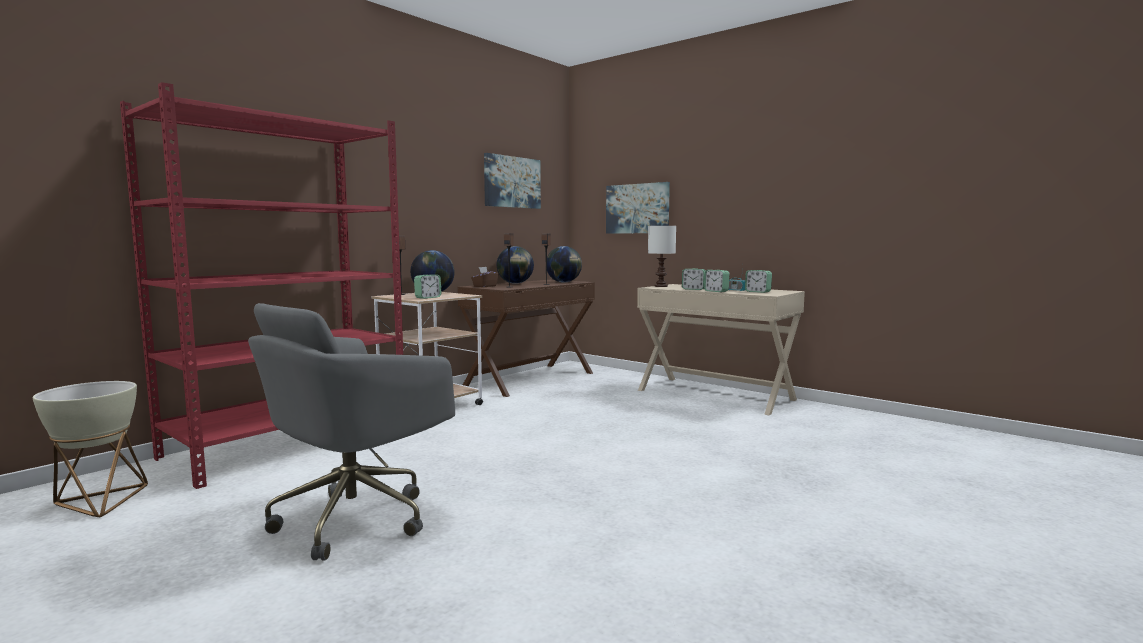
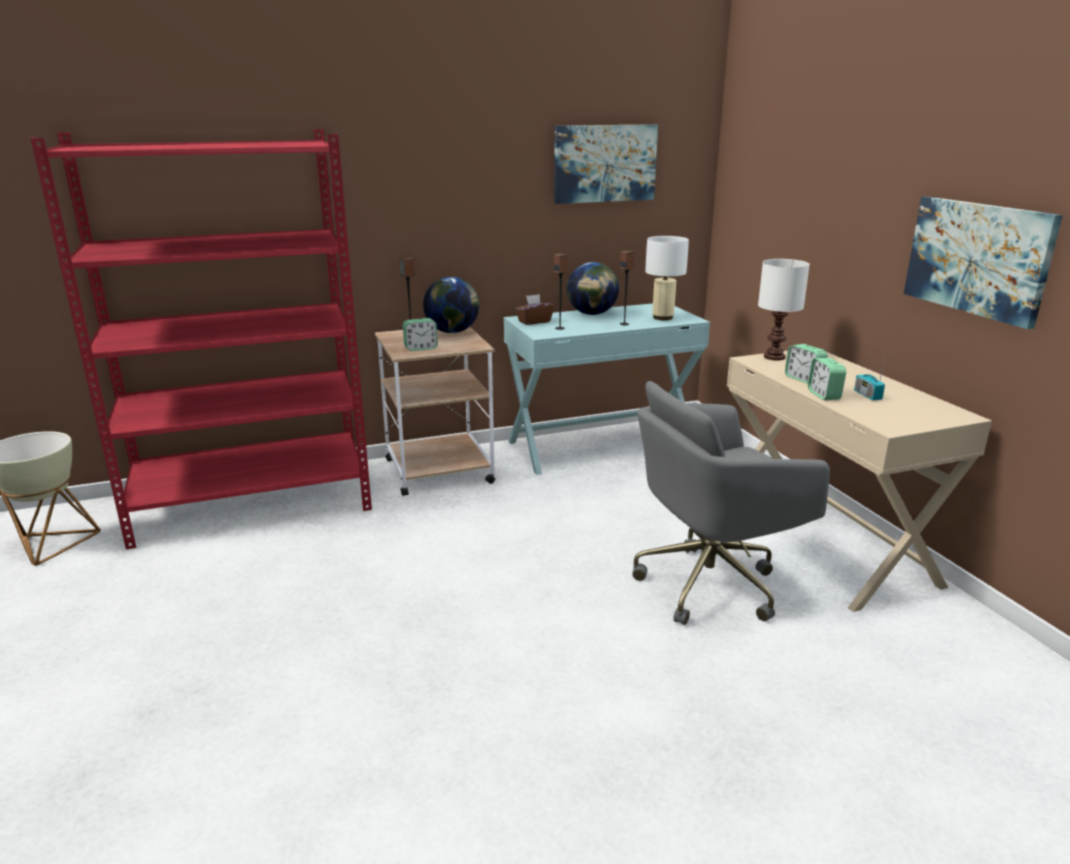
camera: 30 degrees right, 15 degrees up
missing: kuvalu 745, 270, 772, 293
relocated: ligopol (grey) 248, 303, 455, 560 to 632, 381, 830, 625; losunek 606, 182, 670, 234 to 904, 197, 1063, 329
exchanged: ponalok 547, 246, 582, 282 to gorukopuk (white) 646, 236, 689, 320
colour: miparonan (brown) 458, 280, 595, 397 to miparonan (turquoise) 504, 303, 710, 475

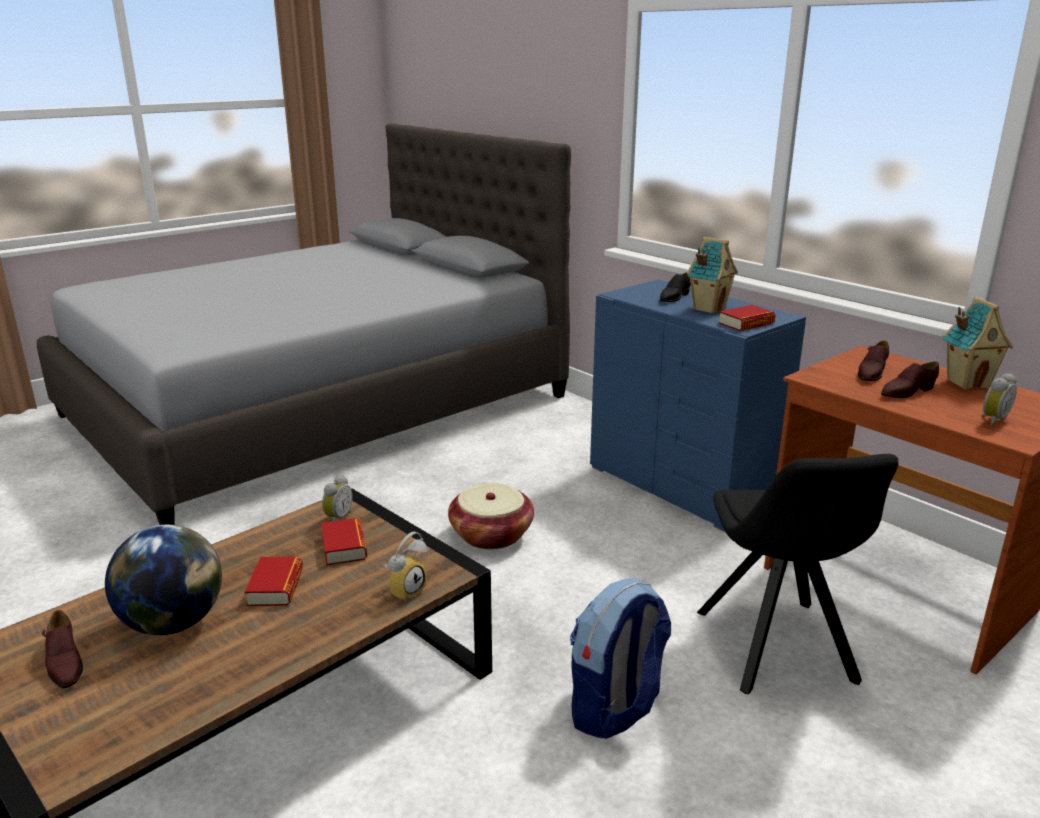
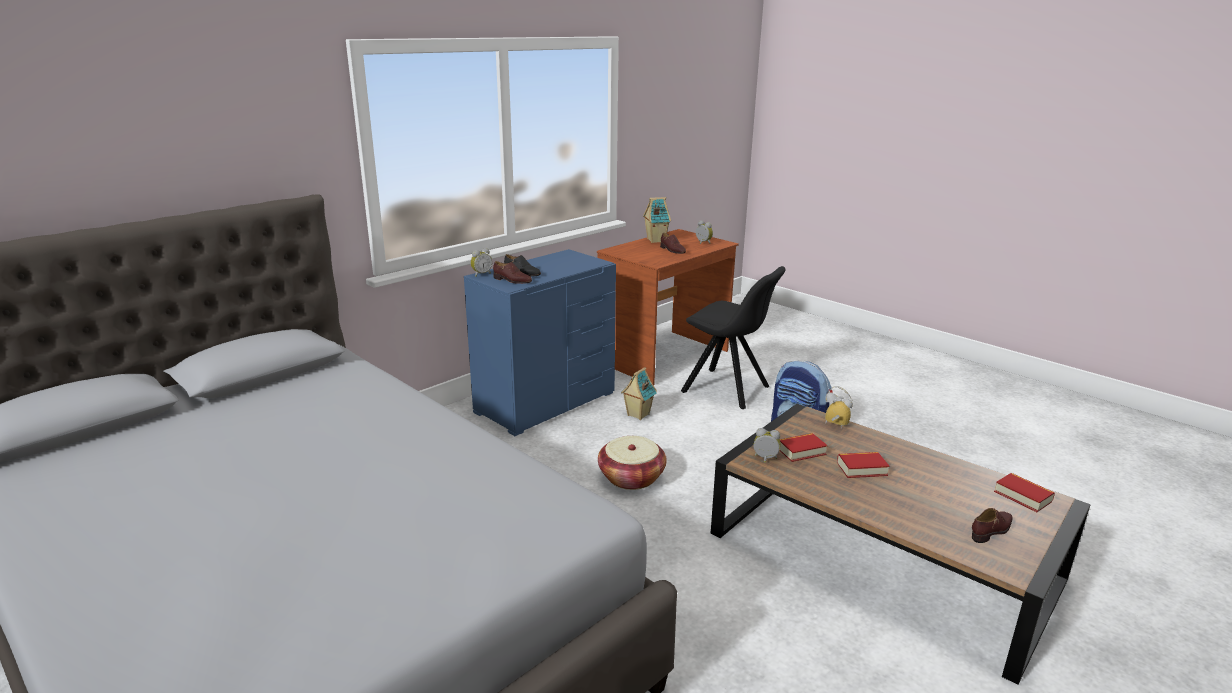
camera: 95 degrees left, 0 degrees up
missing: ponalok 105, 525, 222, 635
appeared: kuvalu 471, 248, 492, 277
relocated: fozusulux 687, 237, 738, 314 to 621, 367, 657, 420; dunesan 718, 305, 776, 331 to 994, 473, 1055, 512; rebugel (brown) 858, 341, 889, 381 to 493, 261, 532, 284
spun: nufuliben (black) 697, 454, 899, 694 = 681, 266, 786, 409 45 degrees clockwise

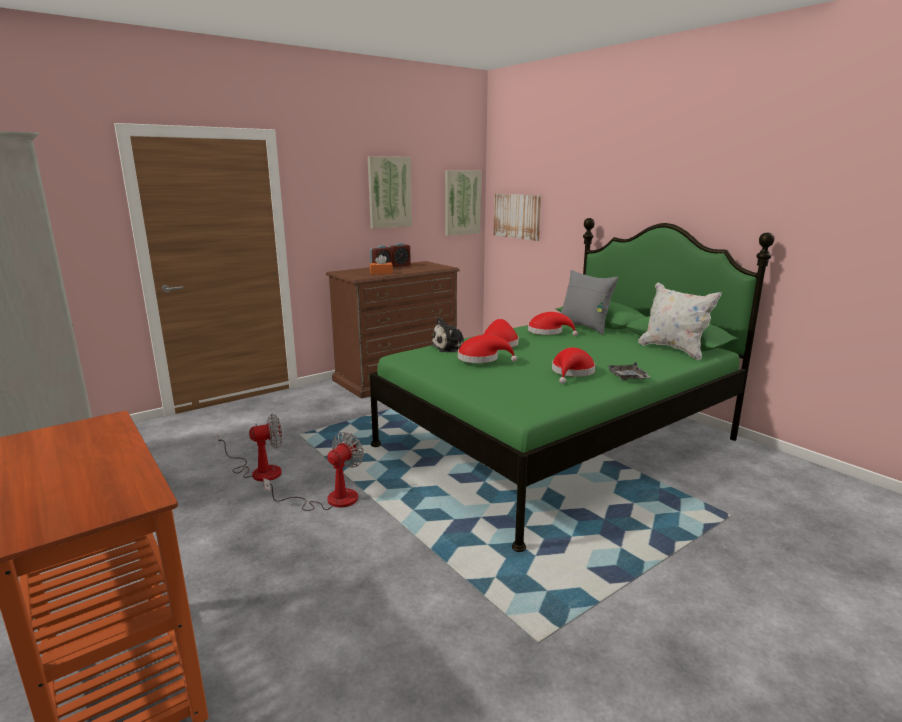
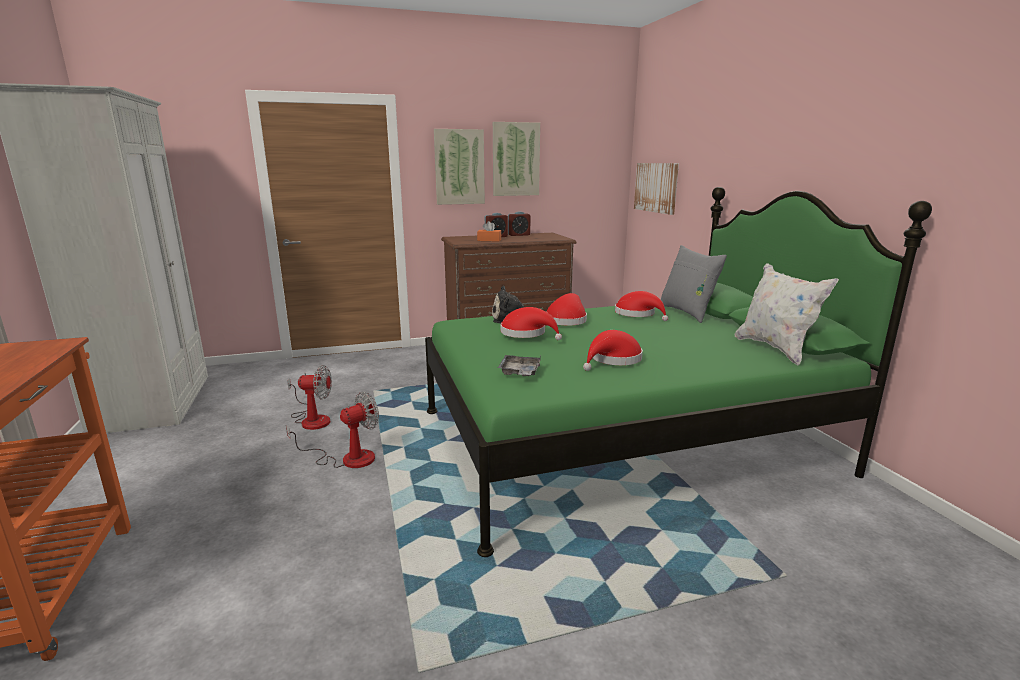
camera: 20 degrees right, 0 degrees up
relocated: losunek 445, 170, 481, 236 to 434, 129, 485, 205; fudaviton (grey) 608, 362, 650, 380 to 498, 355, 541, 376

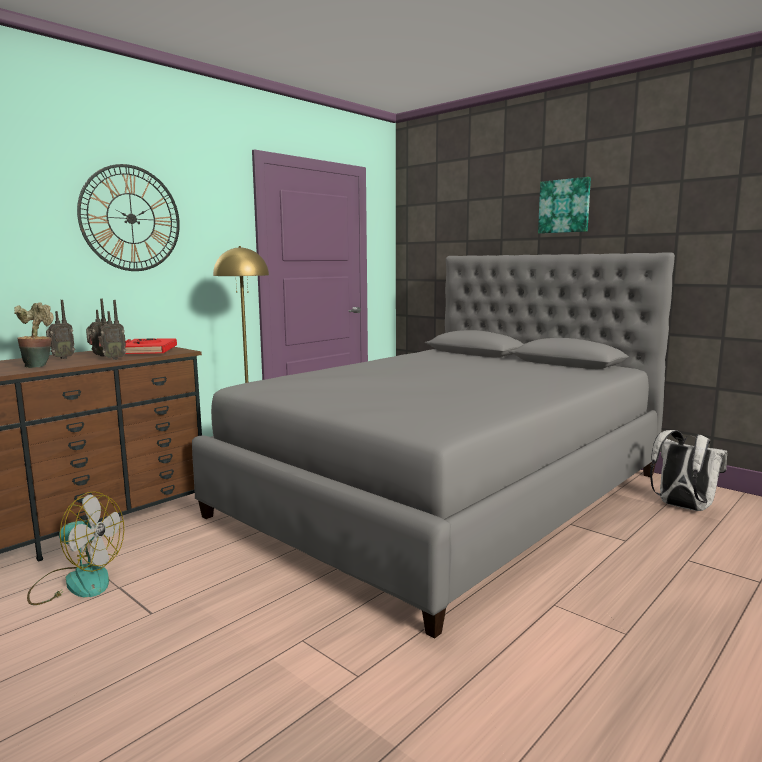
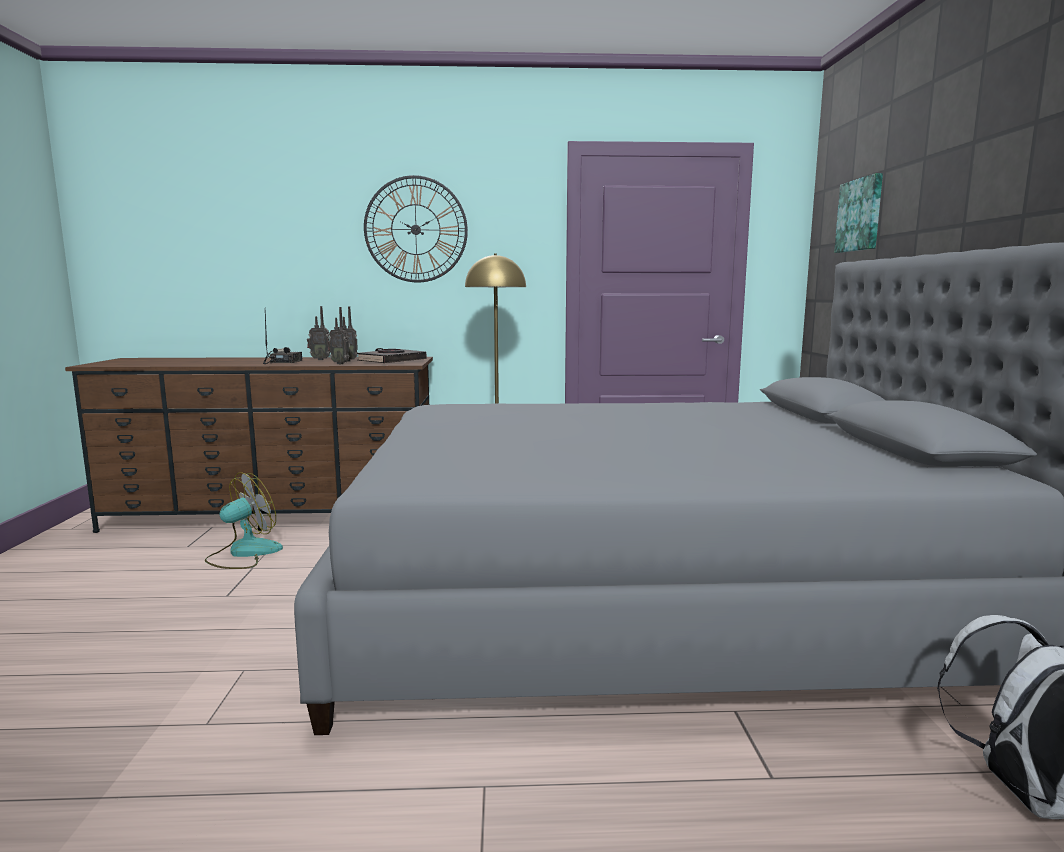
camera: 45 degrees right, 0 degrees up
relocated: losunek 538, 177, 591, 234 to 834, 173, 883, 253
exchanged: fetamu 14, 302, 54, 368 to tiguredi 263, 312, 302, 364
colour: dunesan (red) 125, 339, 177, 354 to dunesan (black) 357, 348, 427, 363
spun: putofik 27, 491, 124, 605 = 205, 472, 283, 569 105 degrees counterclockwise

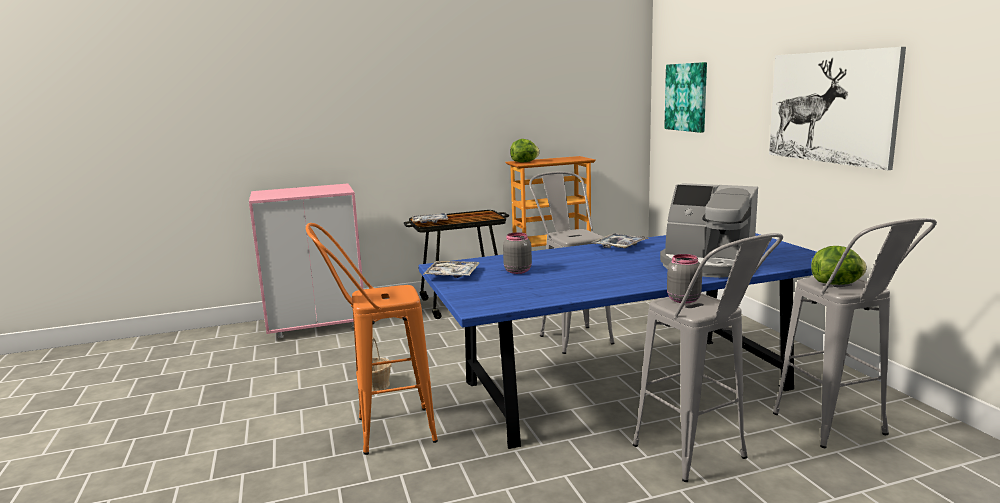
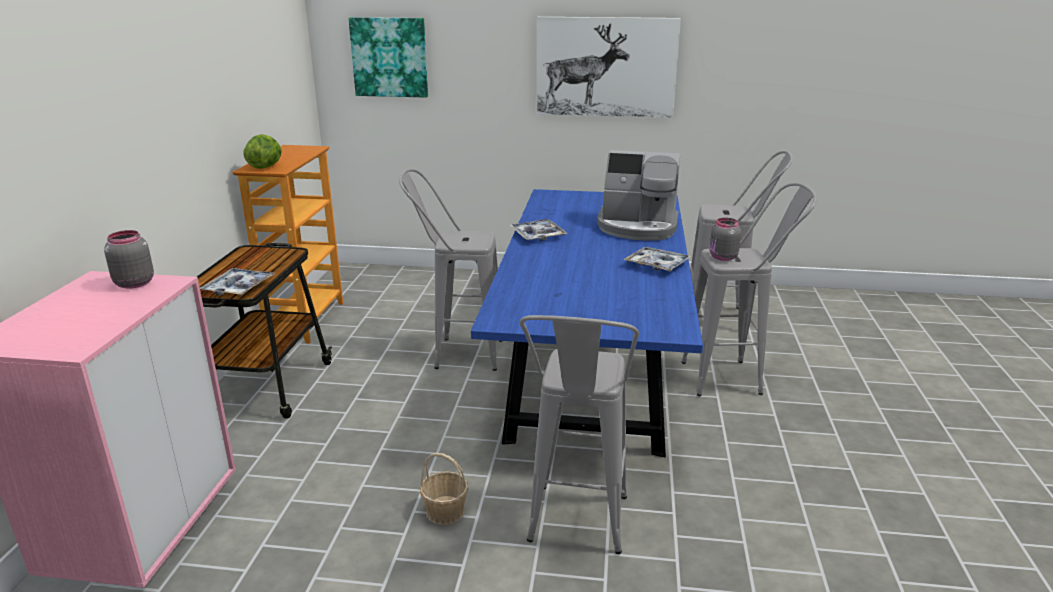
camera: 65 degrees left, 10 degrees up
missing: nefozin 811, 246, 867, 285
relocated: fudaviton 423, 261, 479, 278 to 623, 247, 692, 272; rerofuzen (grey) 503, 232, 532, 274 to 104, 230, 154, 289
colour: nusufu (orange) 306, 223, 438, 455 to nusufu (grey) 520, 315, 639, 554
spun: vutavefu 660, 183, 758, 278 = 597, 150, 680, 241 45 degrees clockwise

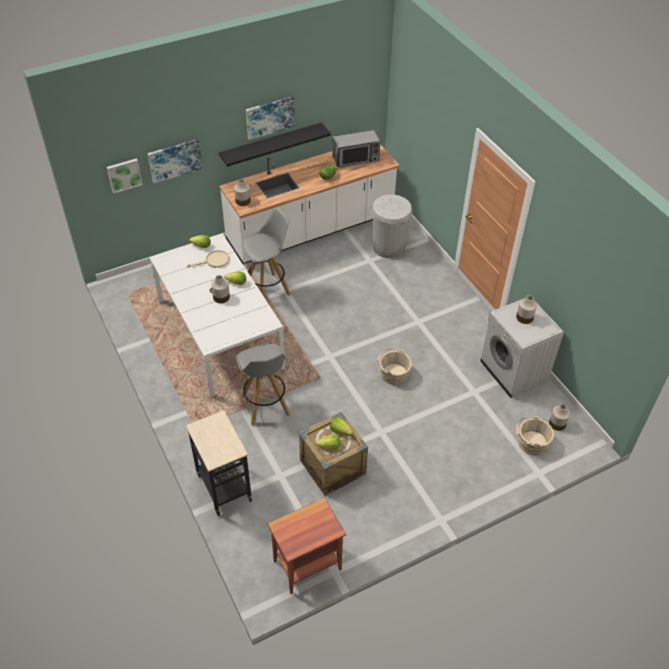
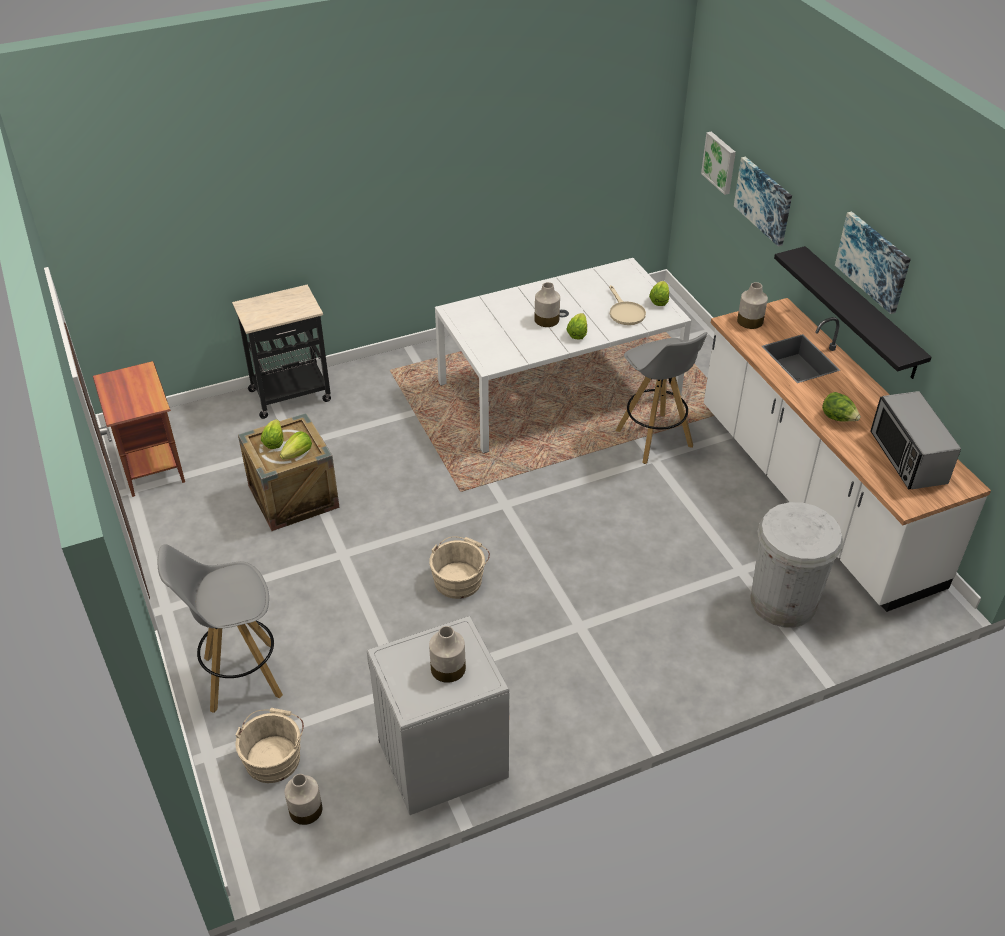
camera: 95 degrees right, 5 degrees down
relocated: nusufu (grey) 236, 344, 290, 426 to 158, 544, 283, 713

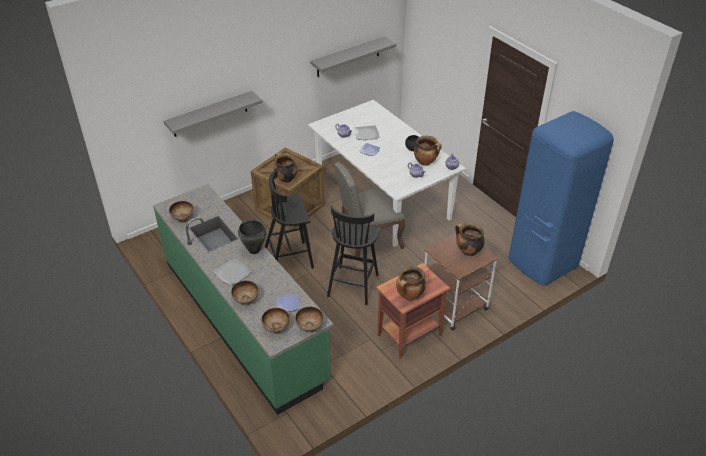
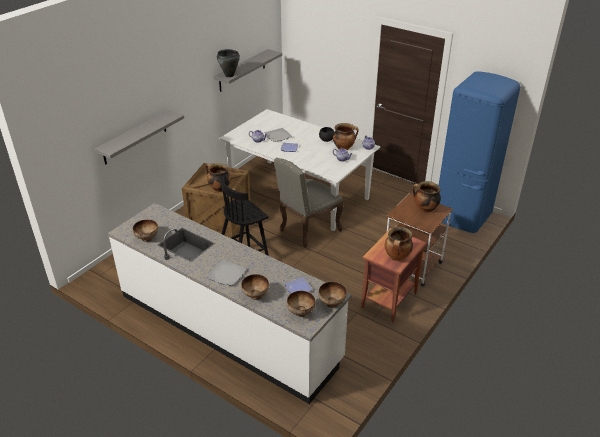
camera: 20 degrees left, 5 degrees down
missing: nusufu (black) 327, 205, 381, 305
relocated: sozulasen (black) 238, 220, 267, 254 to 217, 49, 240, 77
colour: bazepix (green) 153, 184, 334, 415 to bazepix (white) 108, 203, 352, 404

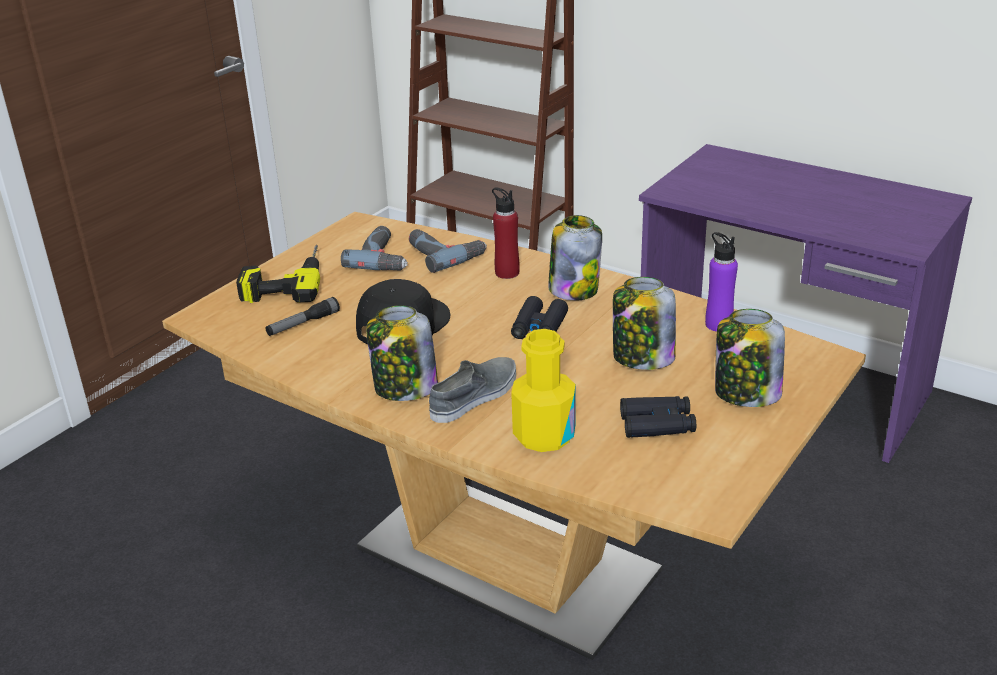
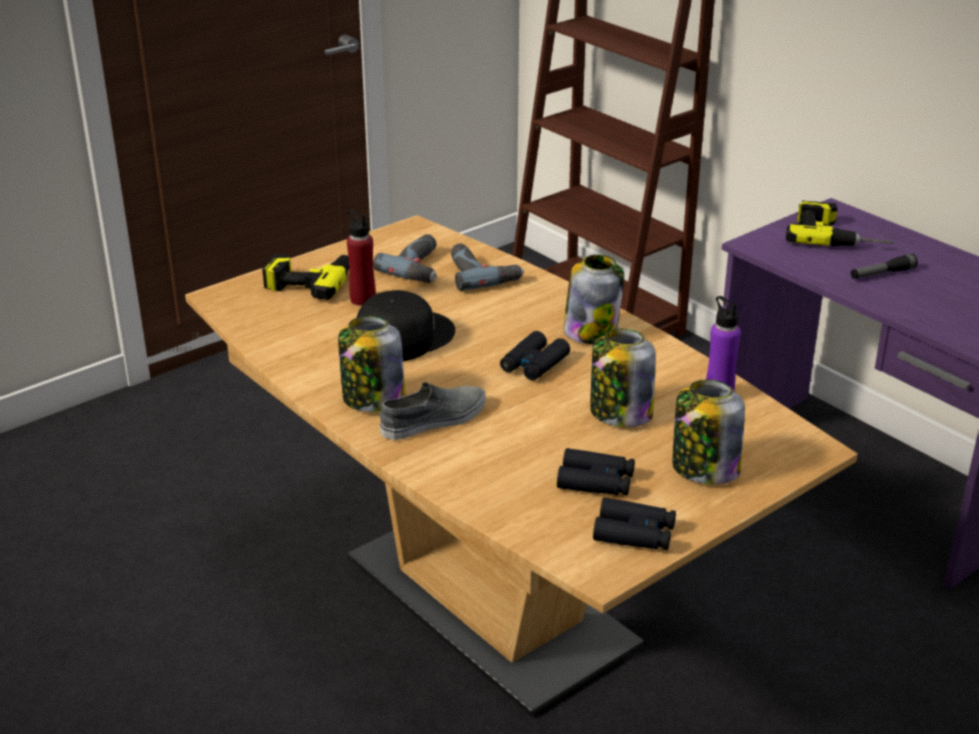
camera: 15 degrees right, 0 degrees up
missing: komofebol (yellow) 511, 329, 576, 452
appeared: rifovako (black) 593, 497, 676, 550; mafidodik 786, 201, 894, 246
relocated: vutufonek 266, 297, 340, 336 to 851, 254, 918, 279; komofebol (red) 492, 188, 520, 279 to 347, 210, 376, 306

